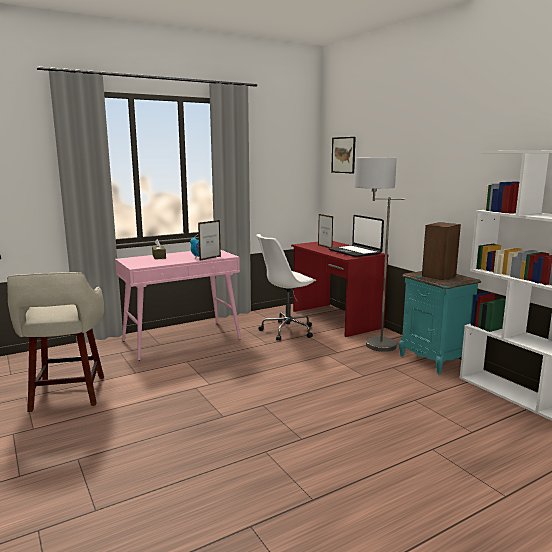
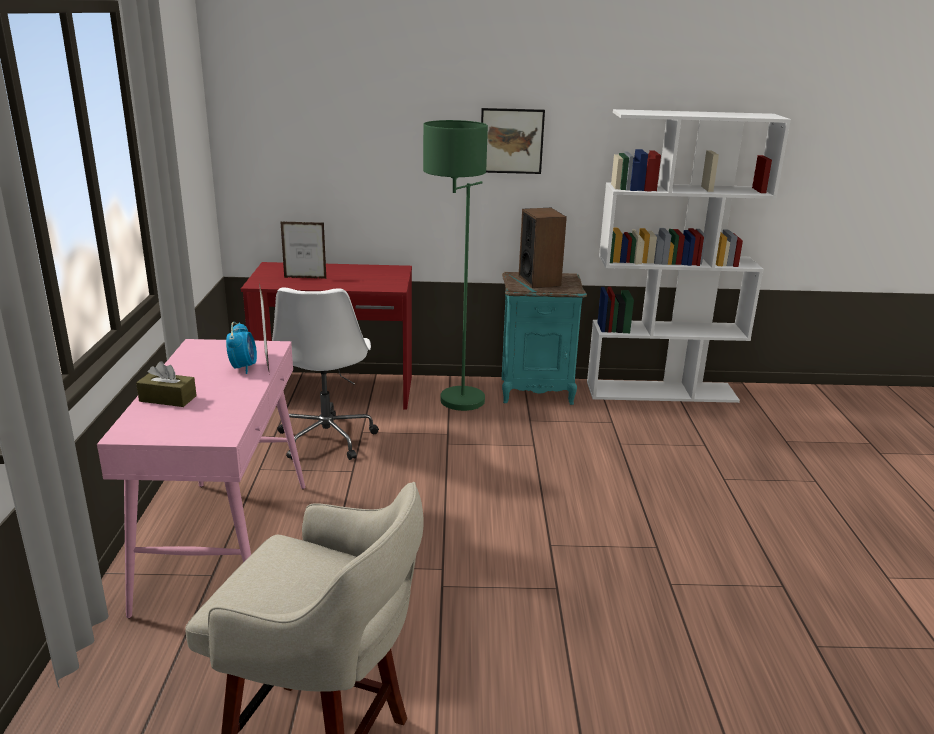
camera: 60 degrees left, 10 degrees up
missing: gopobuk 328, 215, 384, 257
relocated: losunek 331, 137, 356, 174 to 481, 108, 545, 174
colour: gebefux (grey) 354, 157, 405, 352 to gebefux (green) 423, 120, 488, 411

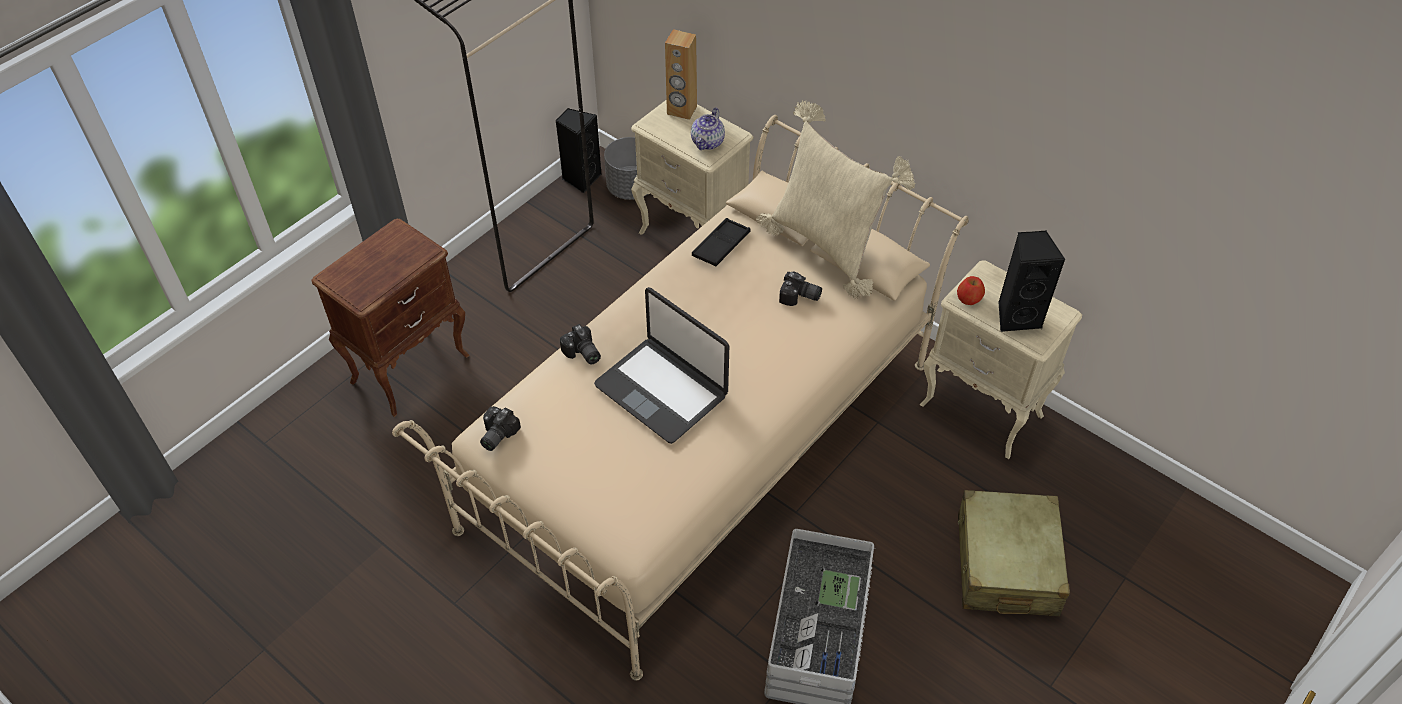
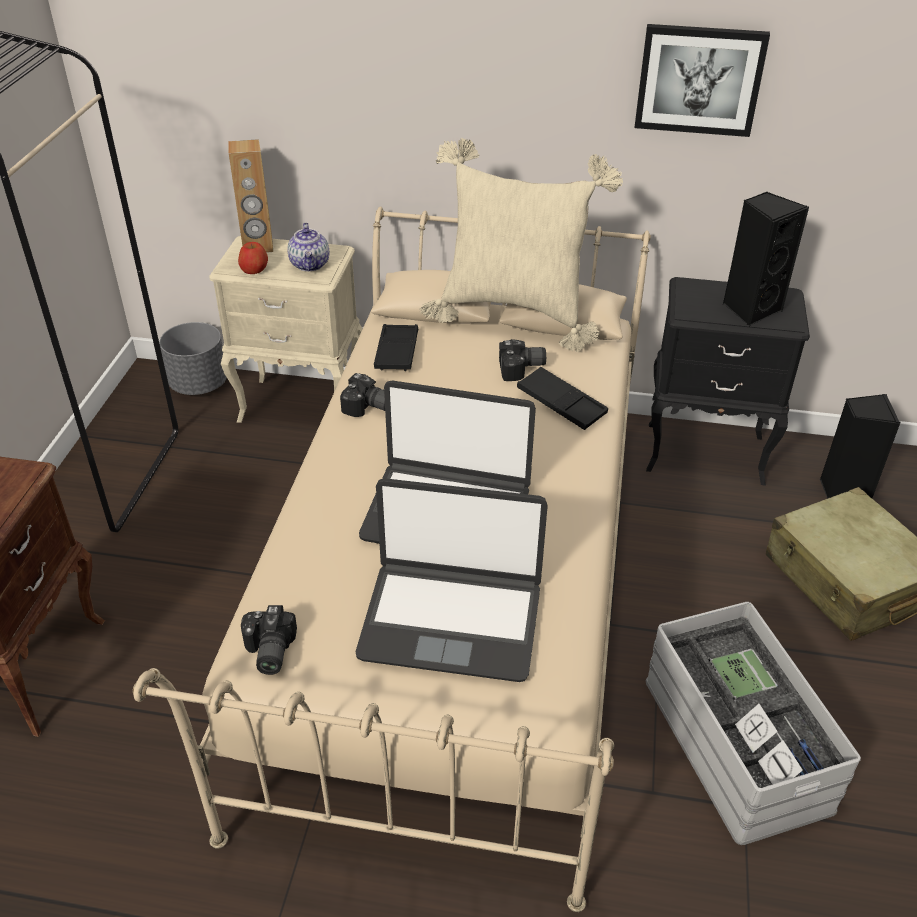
camera: 30 degrees left, 10 degrees down
appeared: gopobuk 356, 478, 548, 682; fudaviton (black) 517, 367, 608, 430; losunek 634, 24, 770, 137
relocated: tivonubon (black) 555, 108, 602, 193 to 820, 394, 901, 499; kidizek 560, 324, 601, 364 to 340, 373, 385, 417; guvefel 957, 276, 985, 305 to 238, 242, 268, 274
colour: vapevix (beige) 920, 260, 1082, 460 to vapevix (black) 646, 277, 810, 486

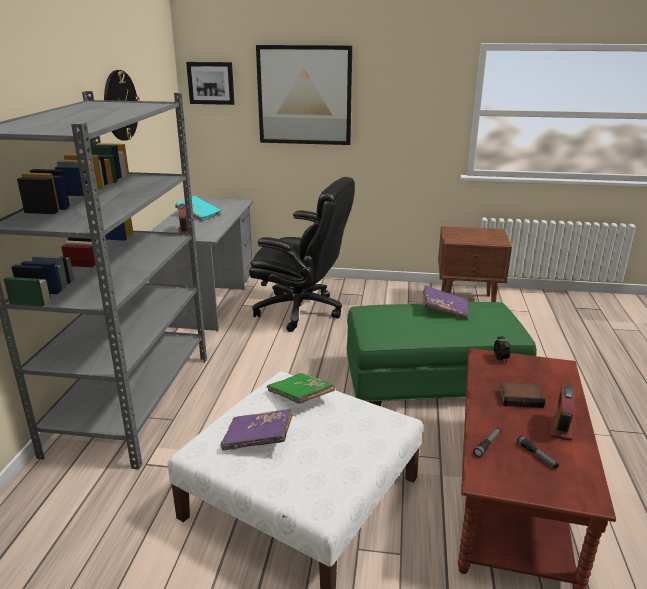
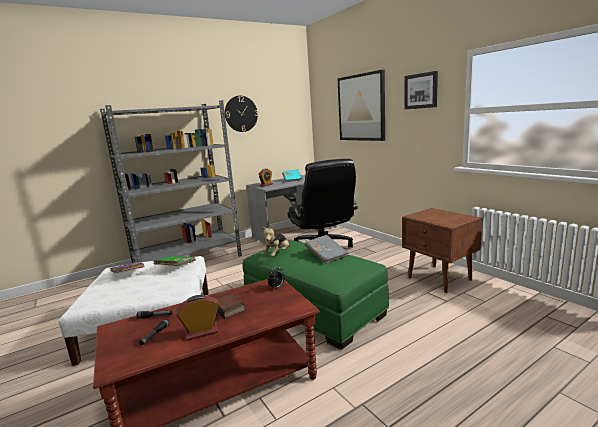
camera: 50 degrees right, 10 degrees down
appeared: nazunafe 262, 226, 290, 257
relocated: losunek 186, 62, 235, 105 to 404, 71, 438, 109
colour: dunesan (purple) 423, 286, 469, 319 to dunesan (grey) 305, 235, 349, 264

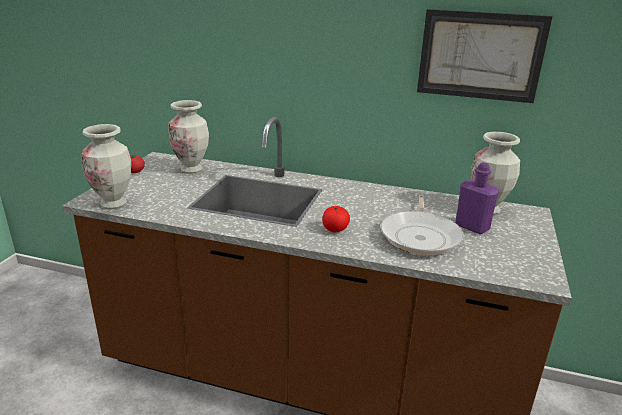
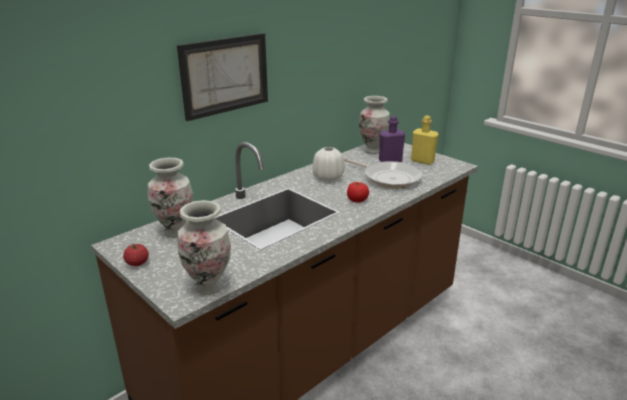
camera: 60 degrees left, 0 degrees up
appeared: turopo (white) 313, 147, 345, 182; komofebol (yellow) 411, 115, 438, 165
relocated: losunek 417, 9, 553, 103 to 177, 33, 268, 121

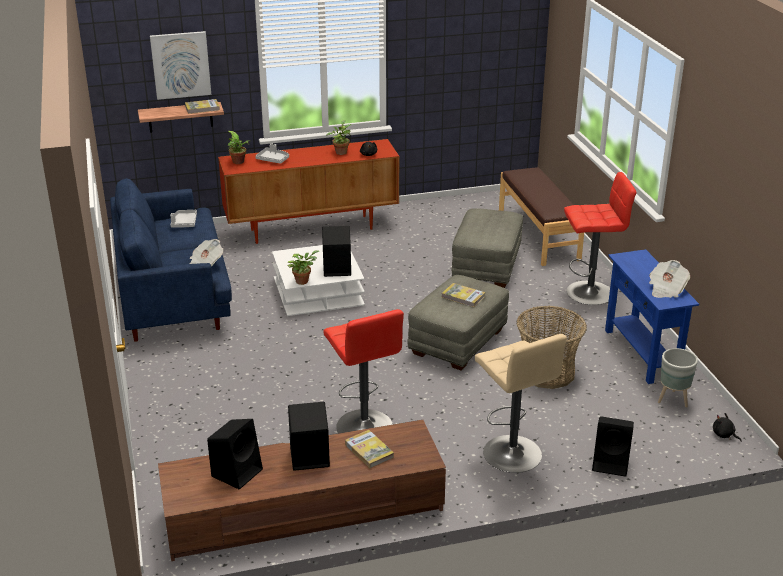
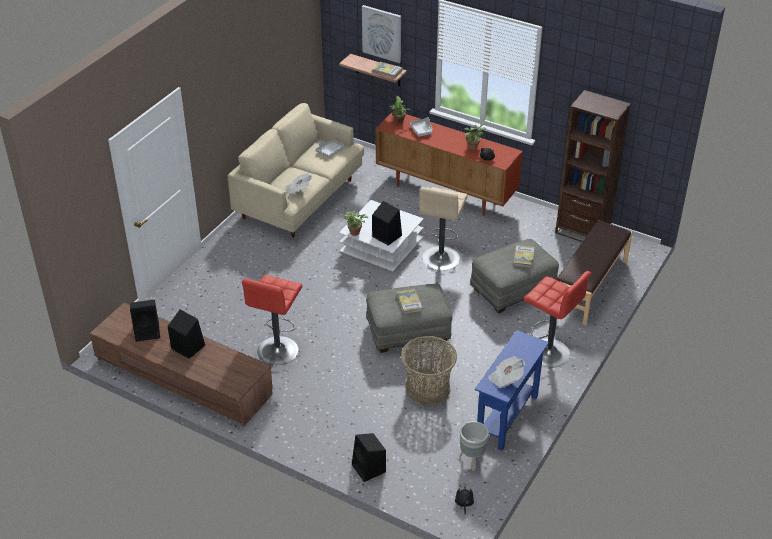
camera: 45 degrees right, 10 degrees up
appeared: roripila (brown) 555, 90, 631, 242
relocated: dunesan 345, 430, 394, 468 to 513, 245, 534, 268; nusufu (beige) 475, 334, 567, 473 to 419, 187, 468, 271
colour: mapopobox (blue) 110, 178, 232, 342 to mapopobox (beige) 227, 103, 364, 238

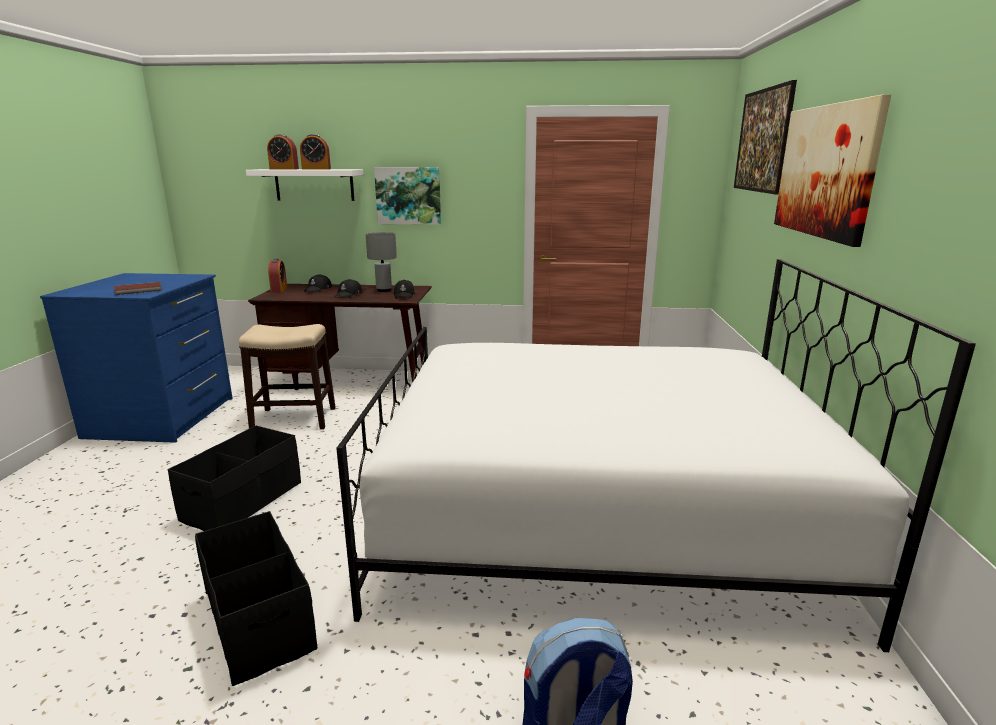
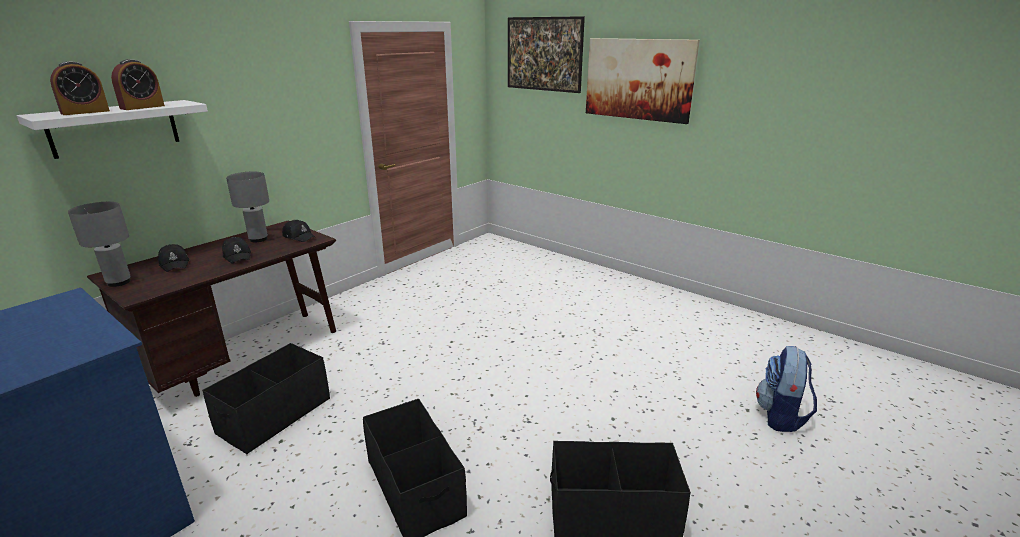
camera: 55 degrees left, 5 degrees up
missing: dunesan (brown) 114, 282, 162, 295; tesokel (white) 336, 259, 976, 652; losunek 374, 167, 441, 225
exchanged: nusufu 239, 324, 336, 429 to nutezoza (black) 202, 343, 330, 454; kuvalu 268, 259, 287, 293 to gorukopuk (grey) 68, 202, 131, 287

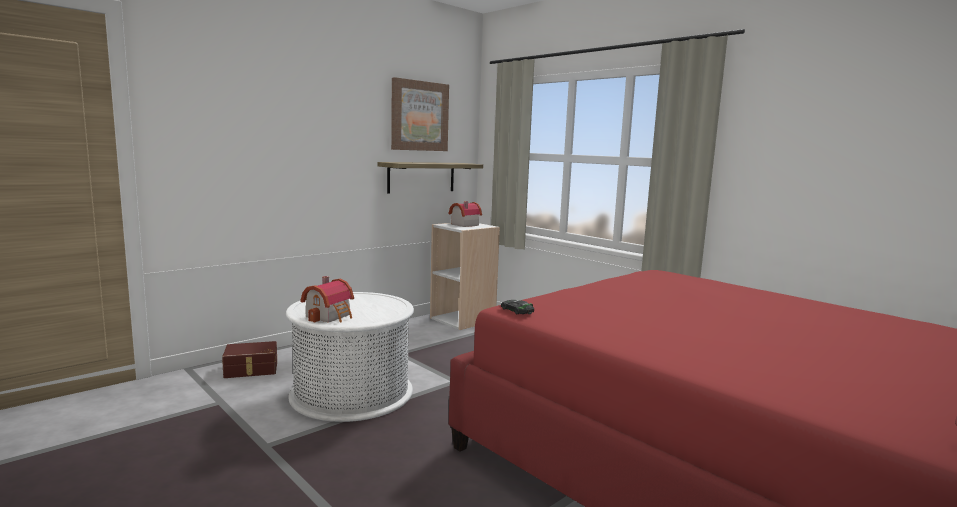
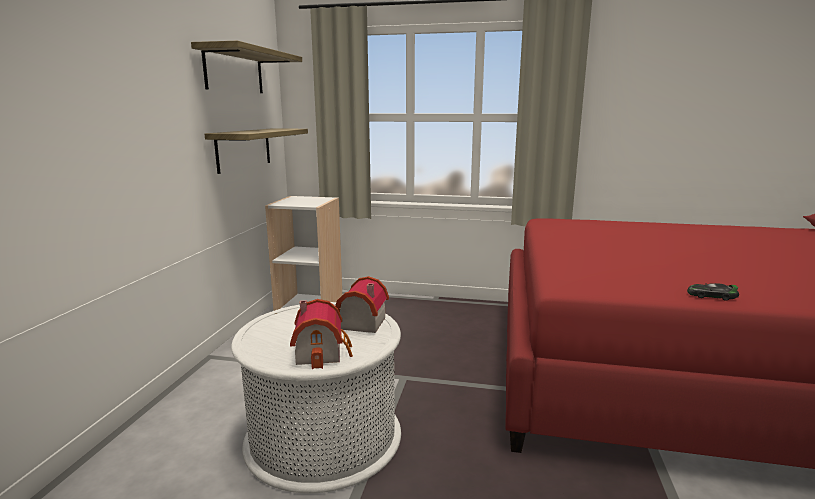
camera: 35 degrees left, 5 degrees up
missing: nutezoza (brown) 222, 341, 277, 378
relocated: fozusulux 449, 201, 482, 227 to 335, 276, 389, 333; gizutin 501, 300, 534, 314 to 687, 283, 739, 301
exchanged: losunek 391, 77, 449, 151 to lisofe 191, 41, 302, 93

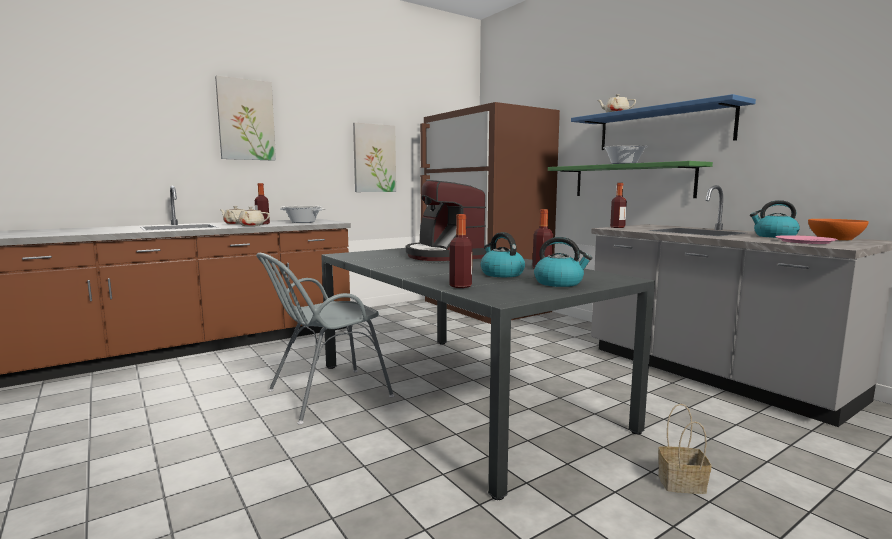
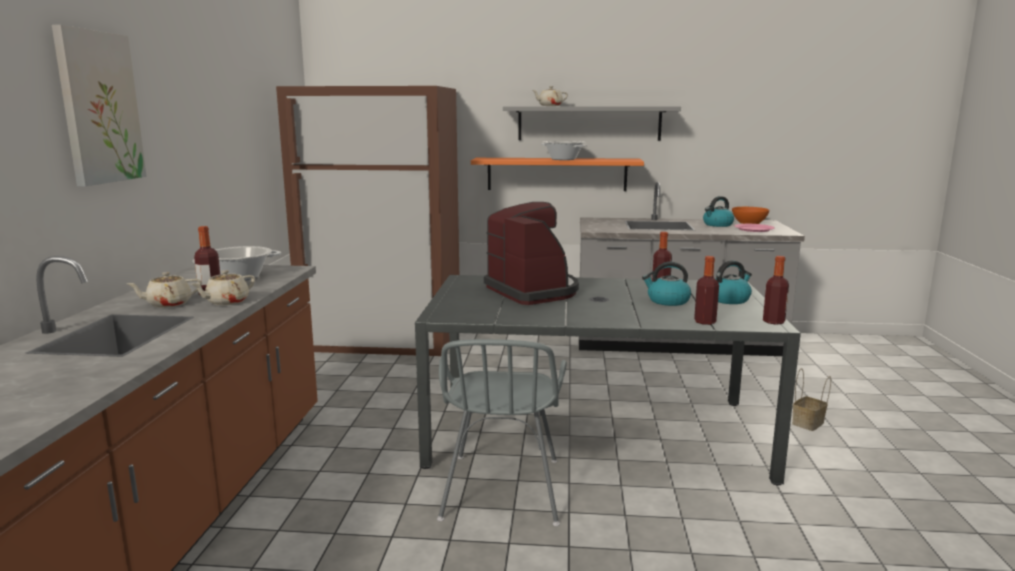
camera: 50 degrees left, 5 degrees up
missing: losunek 353, 123, 396, 192
relocated: komofebol 610, 183, 627, 228 to 763, 256, 789, 325
colour: lisofe (green) 548, 161, 713, 198 to lisofe (orange) 471, 158, 644, 191; lisofe (blue) 571, 94, 756, 150 to lisofe (grey) 503, 106, 681, 141
spun: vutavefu 406, 180, 486, 261 = 484, 202, 579, 305 135 degrees counterclockwise

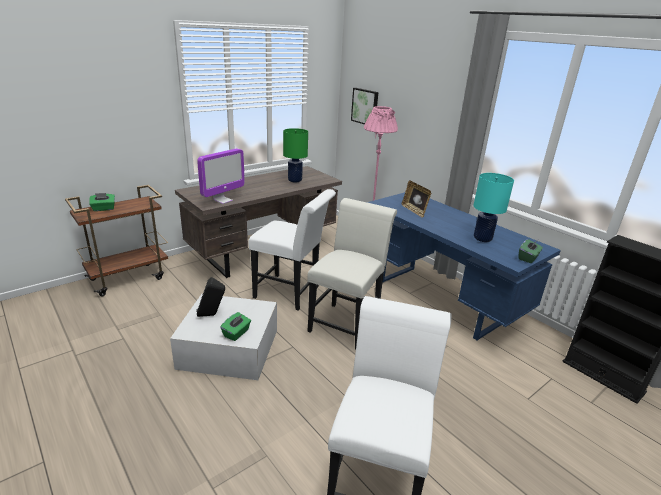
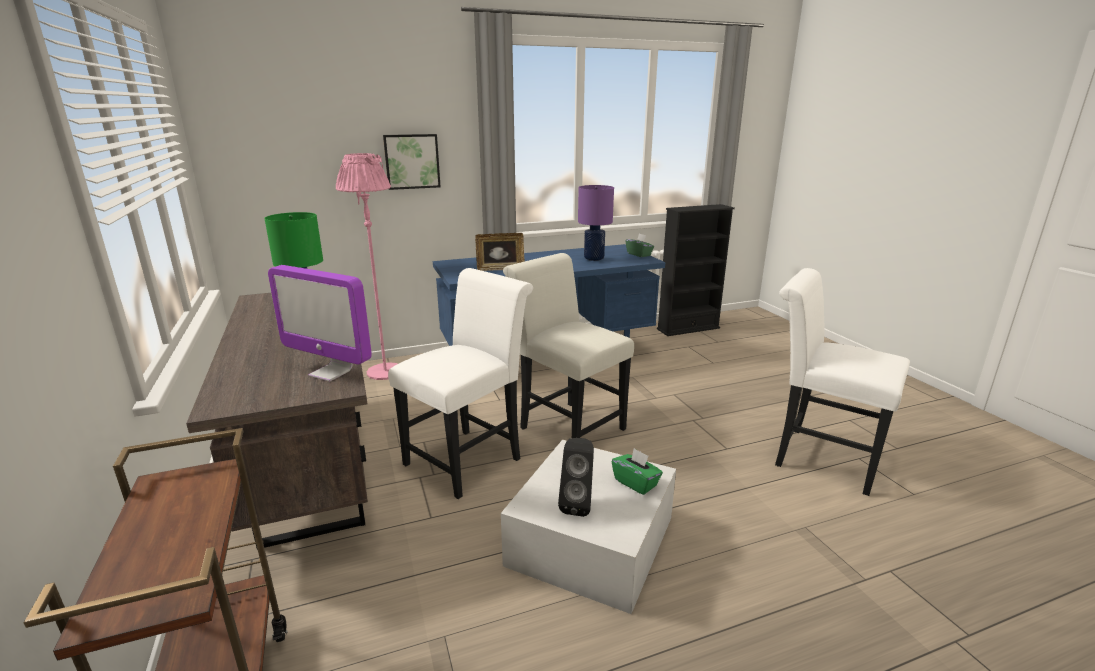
camera: 70 degrees left, 5 degrees down
missing: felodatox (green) 89, 193, 115, 211
relocated: losunek 351, 88, 378, 124 to 383, 134, 441, 190
colour: gorukopuk (turquoise) 473, 173, 514, 242 to gorukopuk (purple) 578, 185, 614, 261
spun: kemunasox 197, 148, 245, 204 = 268, 265, 372, 382 150 degrees clockwise

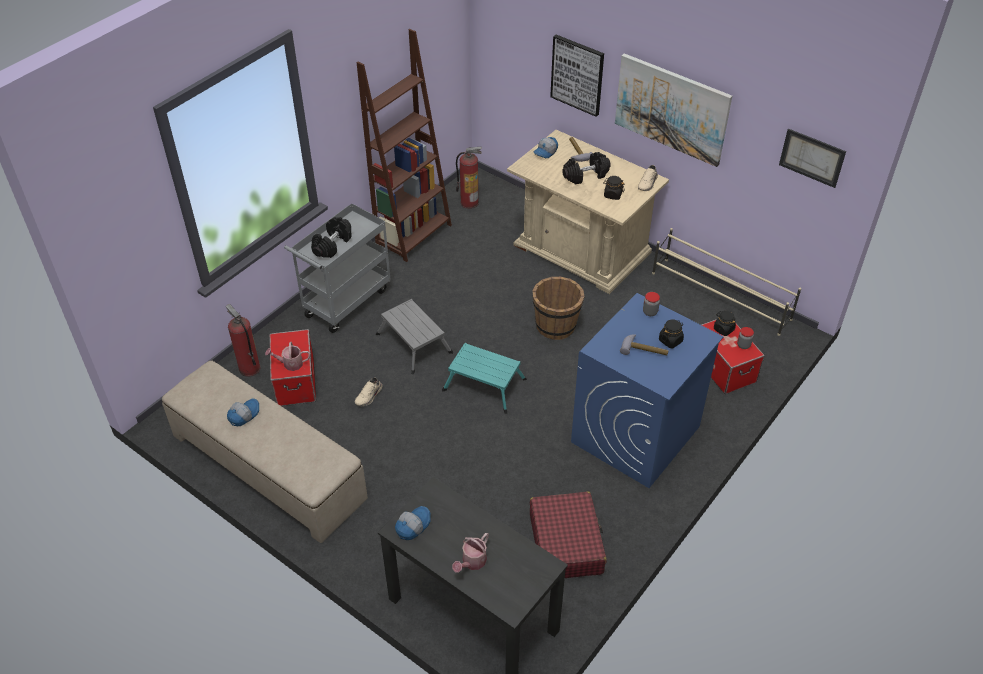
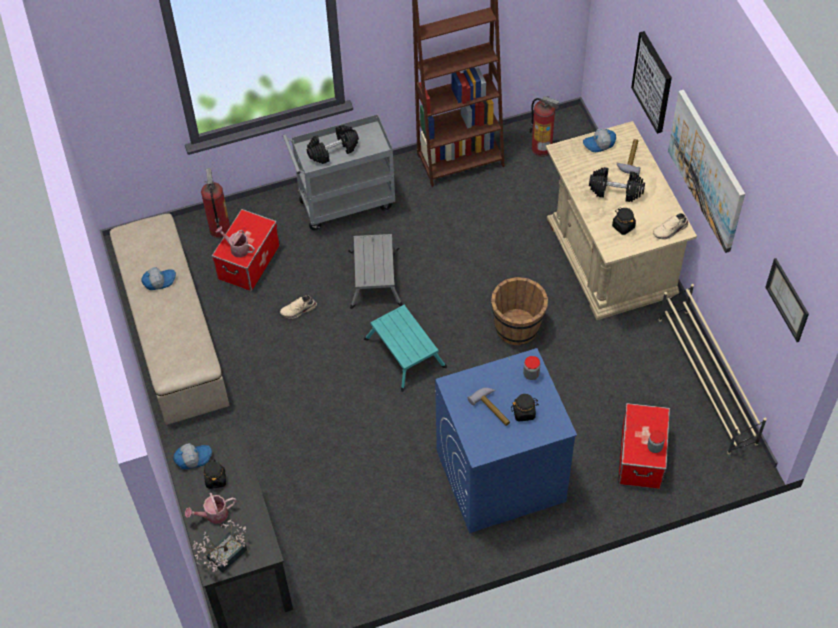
camera: 35 degrees right, 10 degrees up
missing: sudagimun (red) 530, 491, 607, 578
appeared: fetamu 192, 520, 247, 573
relocated: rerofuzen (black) 714, 311, 736, 336 to 204, 459, 226, 489

